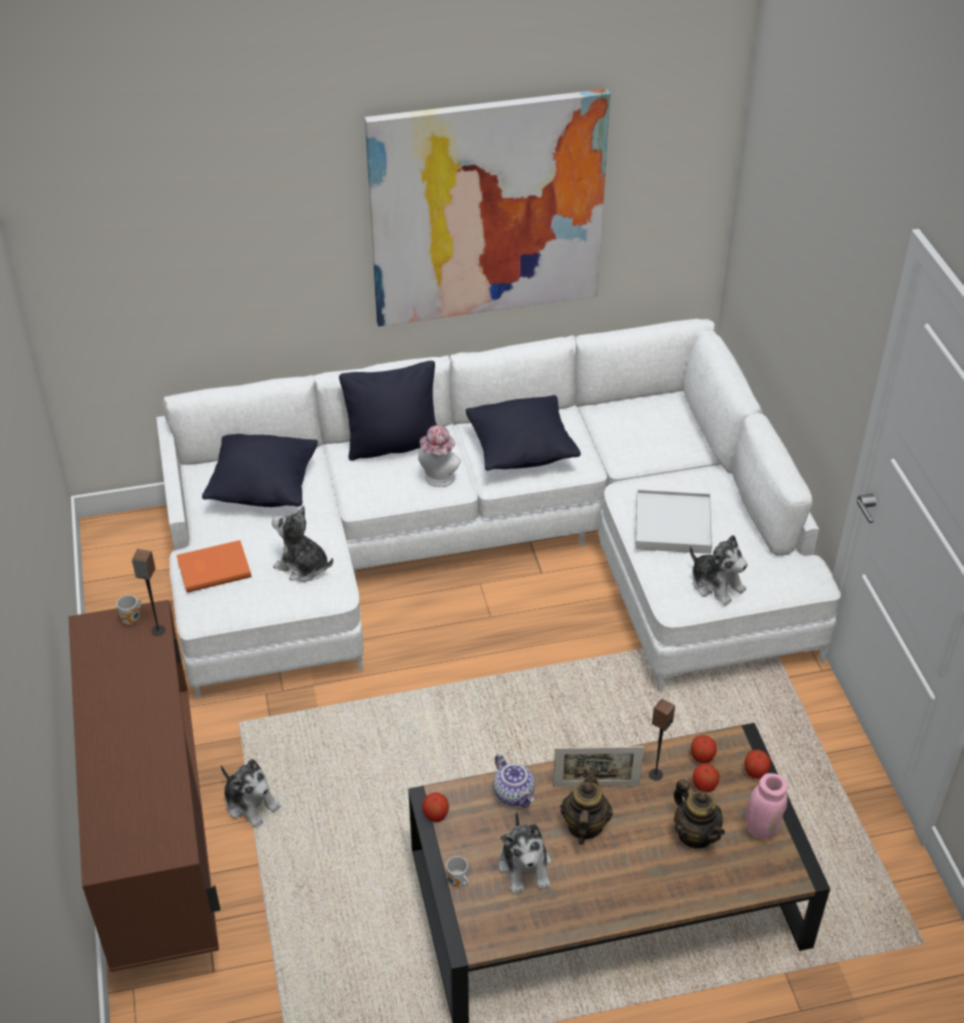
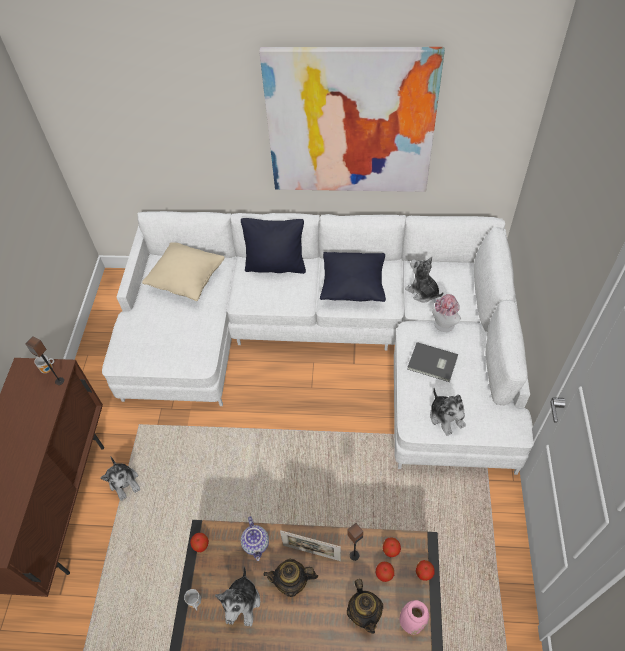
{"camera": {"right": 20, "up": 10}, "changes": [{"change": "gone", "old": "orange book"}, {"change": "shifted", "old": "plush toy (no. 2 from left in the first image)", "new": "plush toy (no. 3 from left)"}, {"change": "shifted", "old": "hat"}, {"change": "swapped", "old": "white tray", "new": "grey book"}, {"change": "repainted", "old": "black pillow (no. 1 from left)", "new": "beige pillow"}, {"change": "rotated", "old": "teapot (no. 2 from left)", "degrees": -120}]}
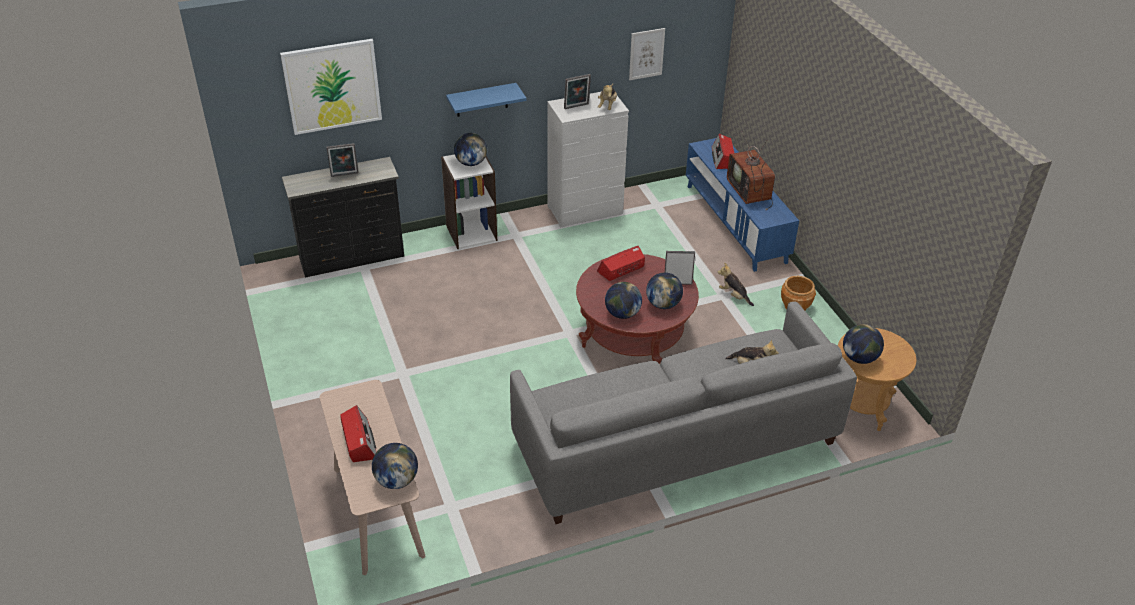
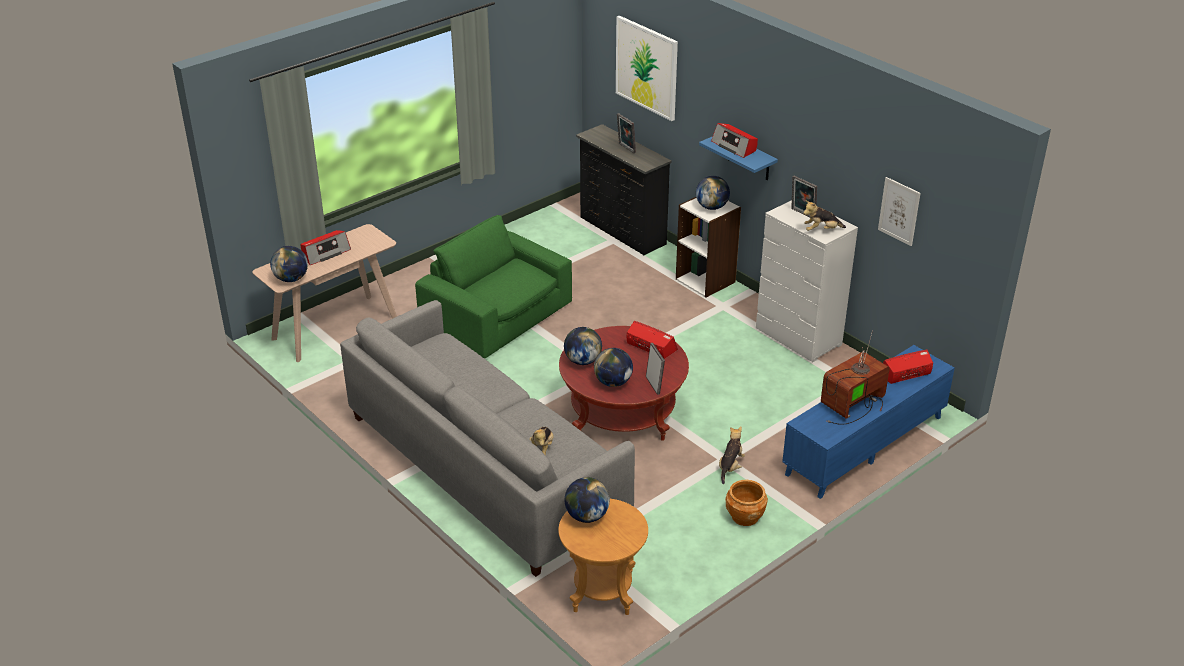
{"camera": {"right": 70, "up": -5}, "changes": [{"change": "new", "new": "green armchair"}, {"change": "new", "new": "radio (no. 3 from left)"}]}
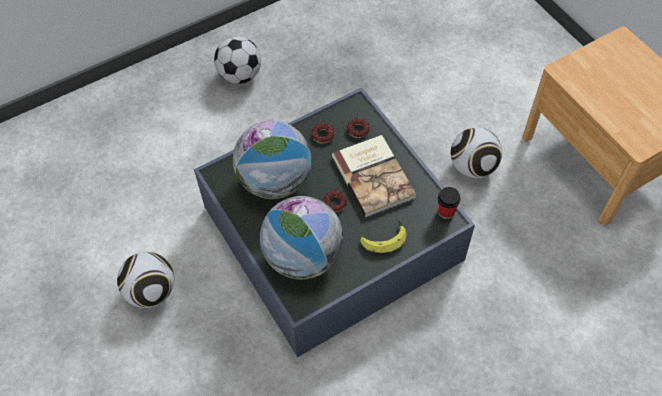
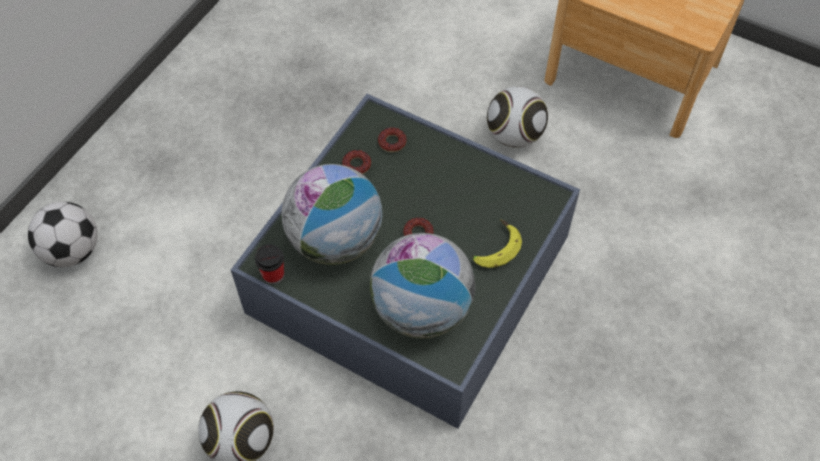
{"camera": {"right": -30, "up": 0}, "changes": [{"change": "gone", "old": "book"}, {"change": "shifted", "old": "football (no. 2 from left in the first image)", "new": "football (no. 1 from left)"}, {"change": "shifted", "old": "cup"}]}
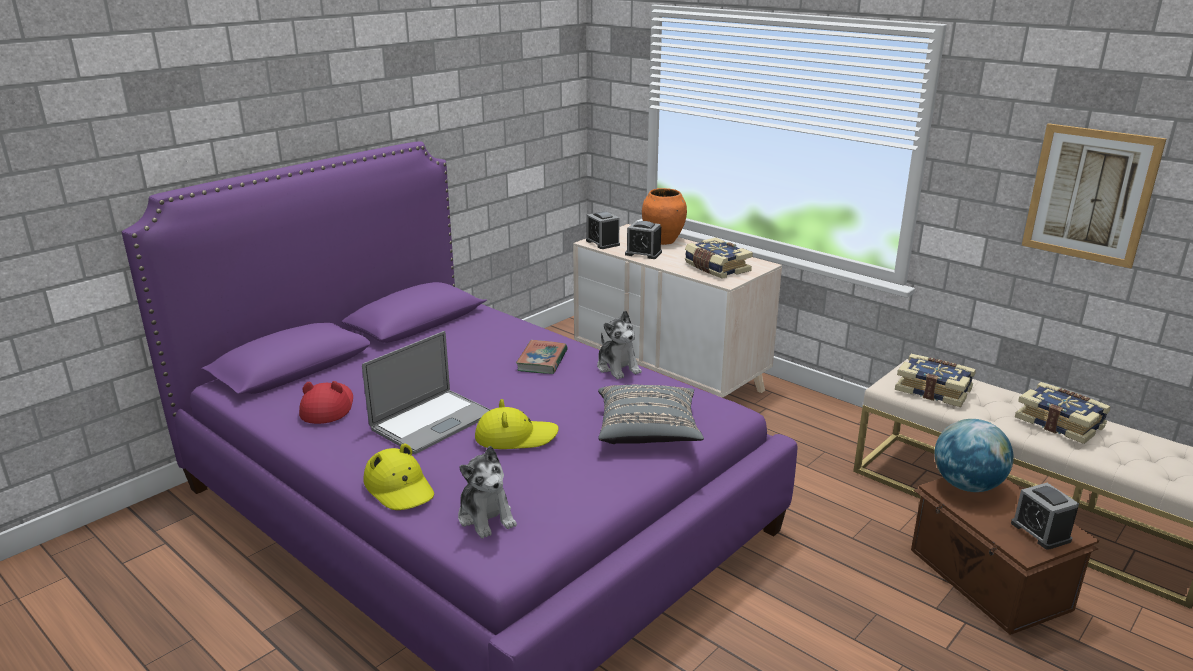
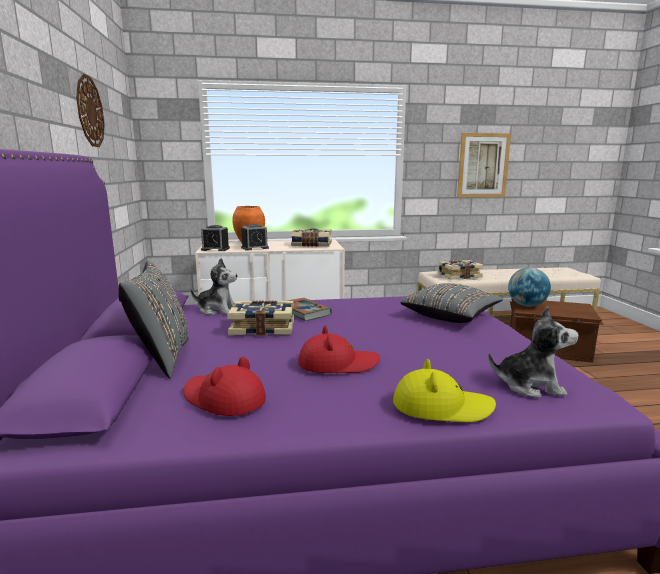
{"camera": {"right": -50, "up": -10}, "changes": [{"change": "gone", "old": "yellow hat (no. 2 from left)"}, {"change": "gone", "old": "alarm clock (no. 3 from left)"}, {"change": "new", "new": "wall clock"}, {"change": "new", "new": "grey pillow (no. 1 from left)"}, {"change": "shifted", "old": "plush toy (no. 2 from left in the first image)", "new": "plush toy (no. 1 from left)"}, {"change": "shifted", "old": "book (no. 4 from left in the first image)", "new": "book (no. 1 from left)"}, {"change": "swapped", "old": "laptop", "new": "red hat (no. 2 from left)"}]}
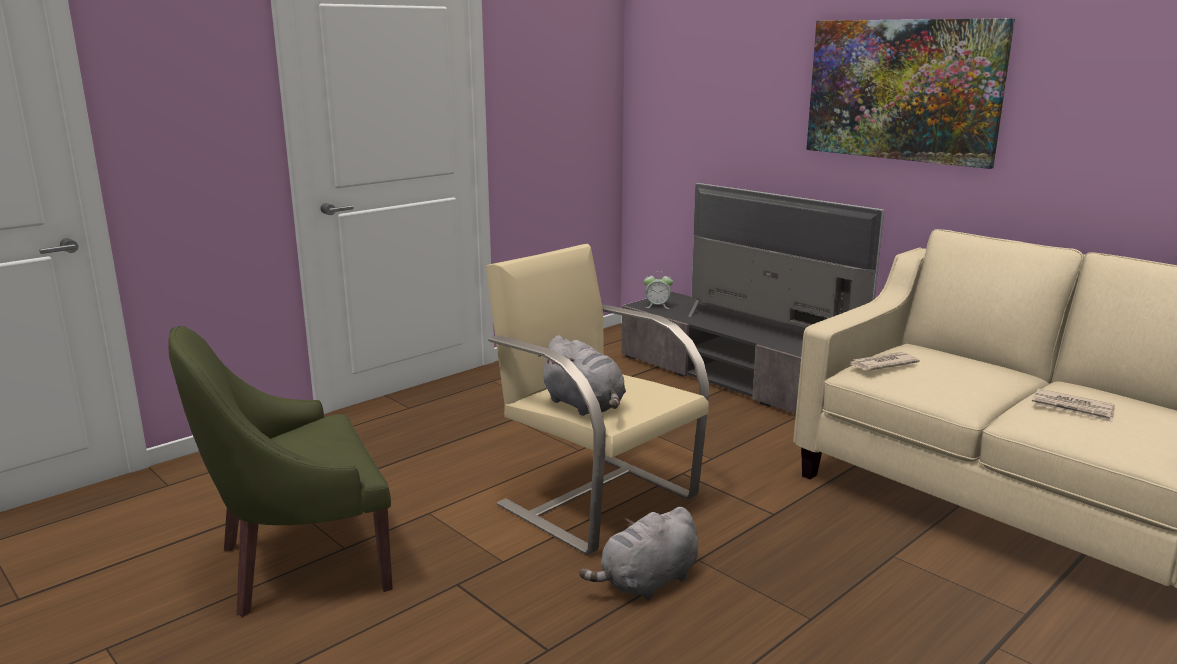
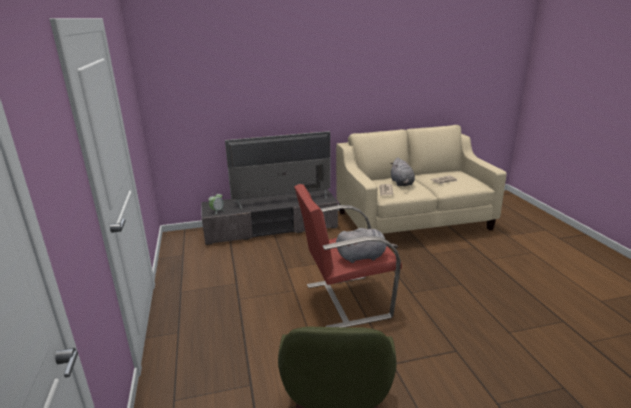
{"camera": {"right": -60, "up": 5}, "changes": [{"change": "gone", "old": "picture"}, {"change": "shifted", "old": "grey plush toy (no. 2 from left)"}, {"change": "repainted", "old": "beige armchair", "new": "red armchair"}]}
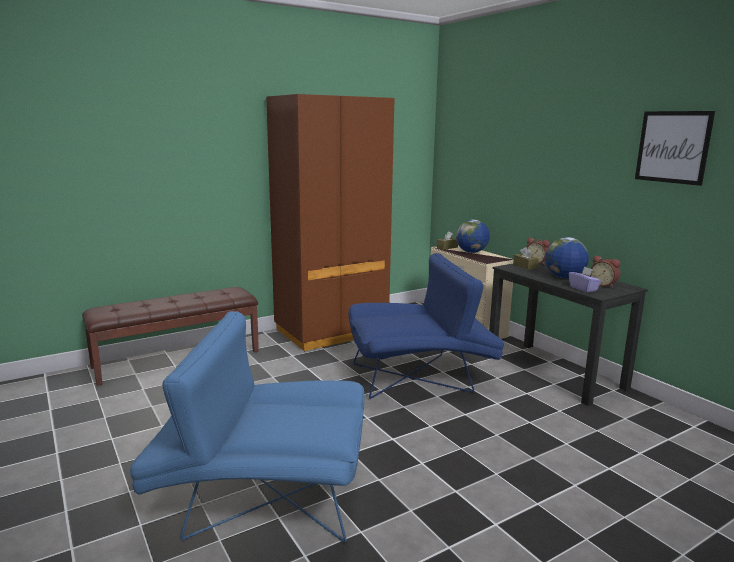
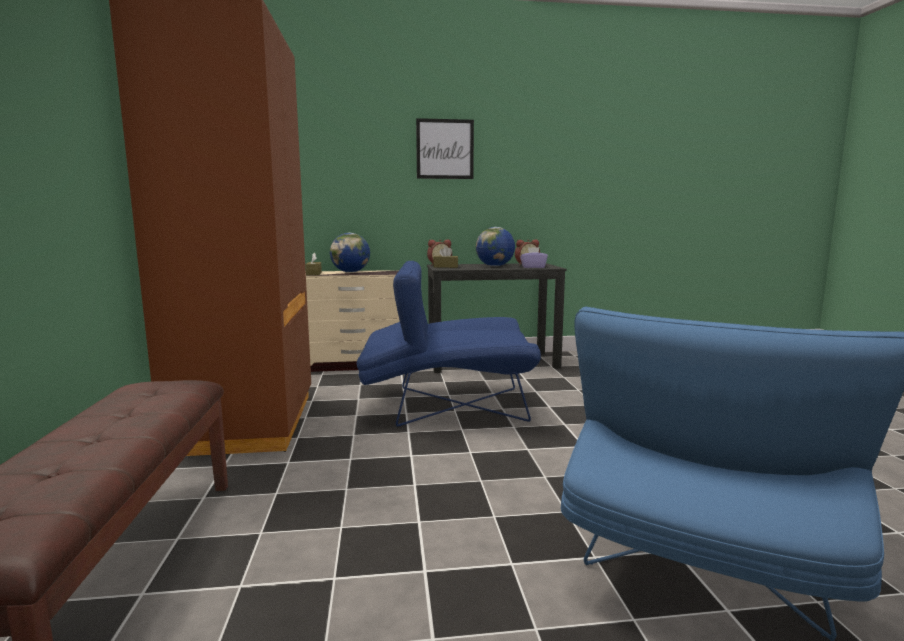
{"camera": {"right": -65, "up": -5}, "changes": [{"change": "shifted", "old": "picture"}, {"change": "rotated", "old": "blue armchair (no. 2 from left in the first image)", "degrees": -105}]}
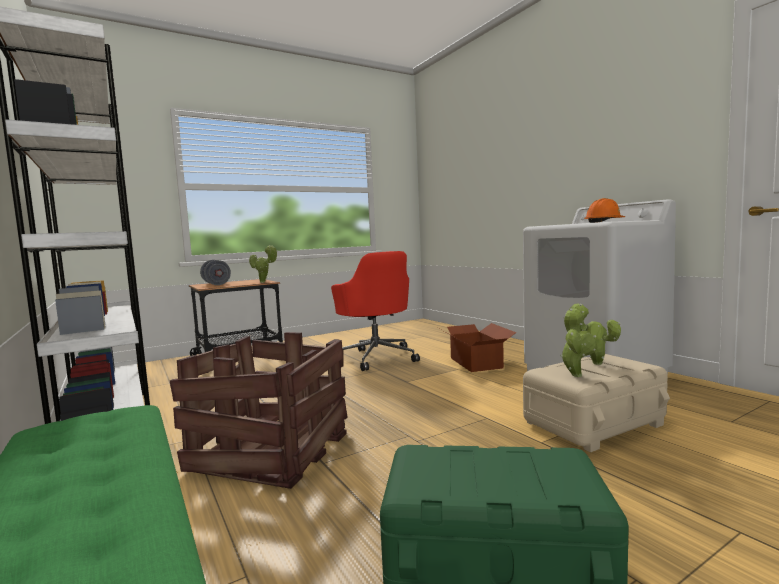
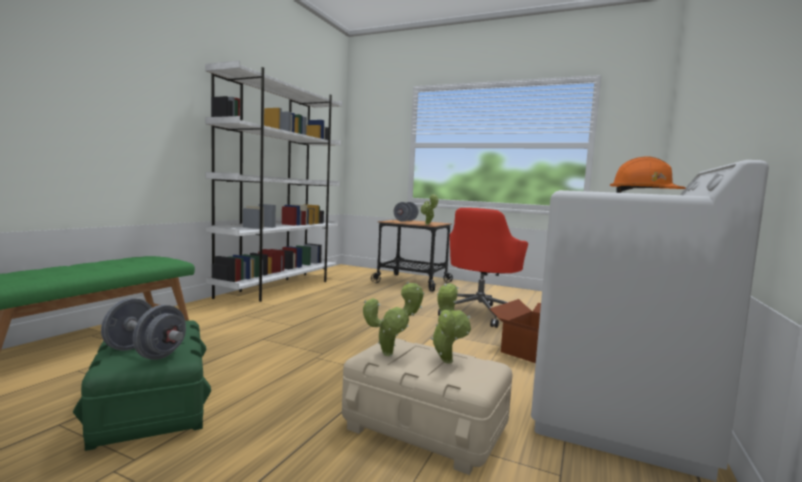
{"camera": {"right": 55, "up": 0}, "changes": [{"change": "gone", "old": "crate"}, {"change": "new", "new": "grey dumbbell (no. 1 from left)"}]}
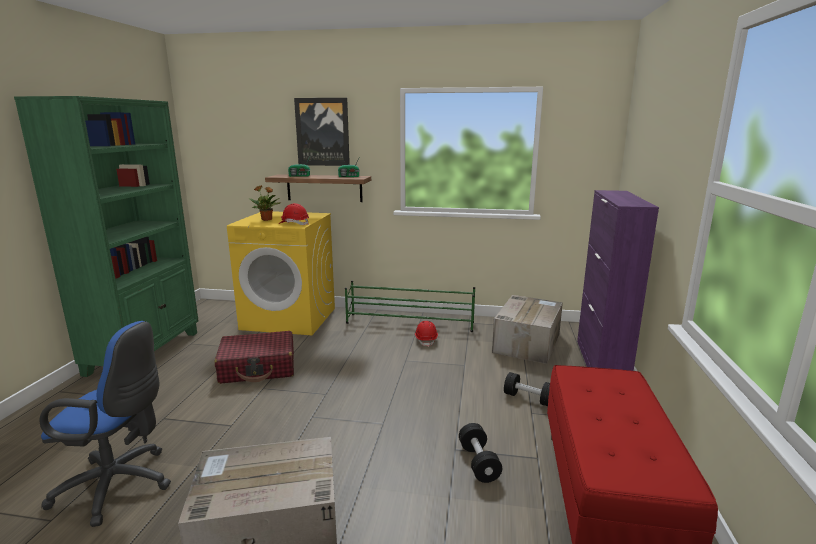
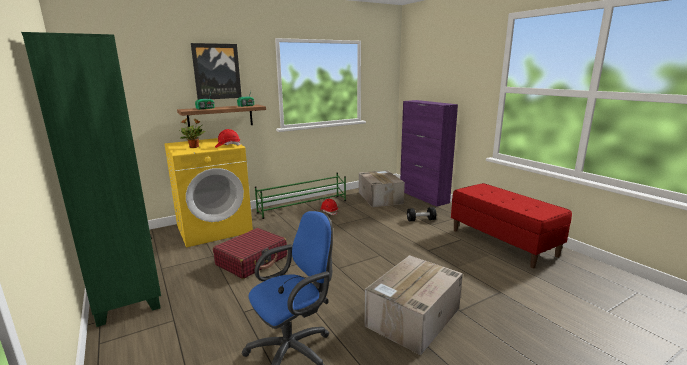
{"camera": {"right": -40, "up": 0}, "changes": [{"change": "gone", "old": "black dumbbell (no. 1 from left)"}]}
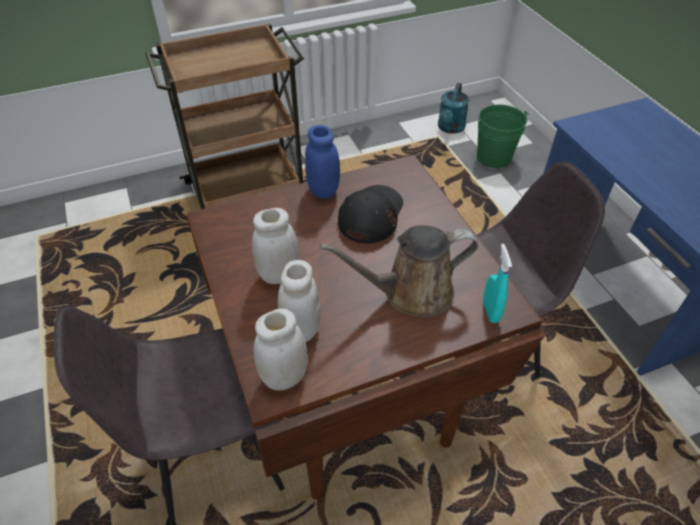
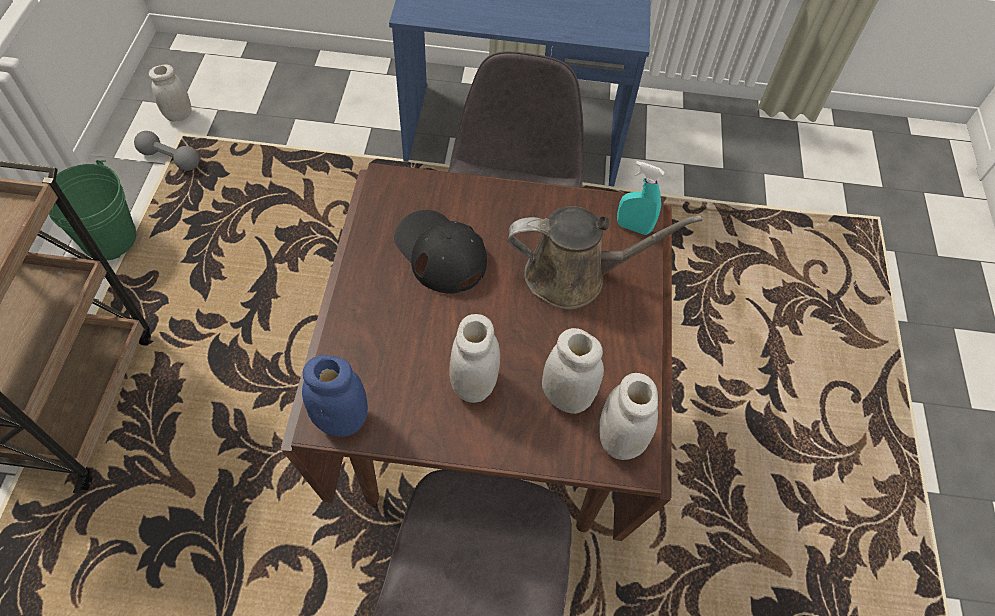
{"camera": {"right": -65, "up": 10}, "changes": [{"change": "new", "new": "grey dumbbell"}, {"change": "shifted", "old": "blue jar"}, {"change": "shifted", "old": "green bucket"}, {"change": "swapped", "old": "turquoise watering can", "new": "white jar (no. 1 from left)"}, {"change": "rotated", "old": "brown watering can", "degrees": -105}]}
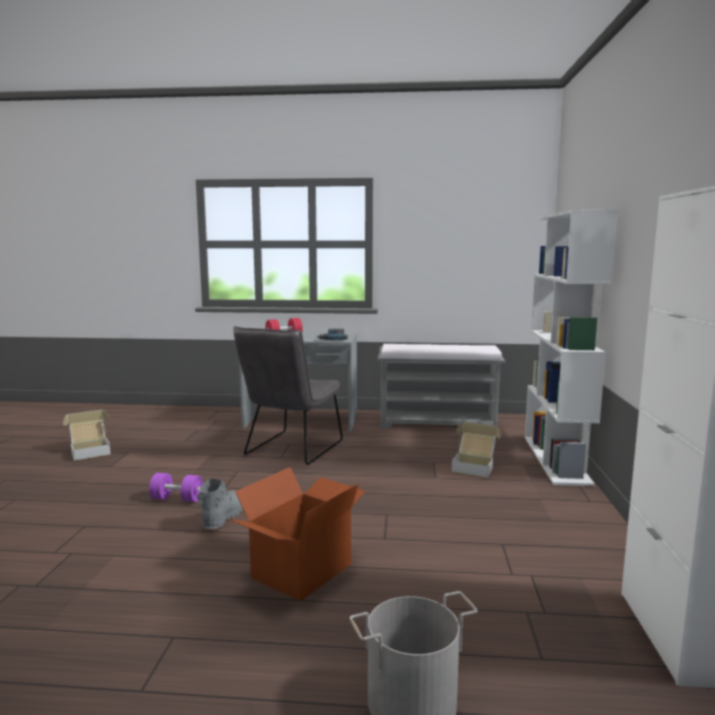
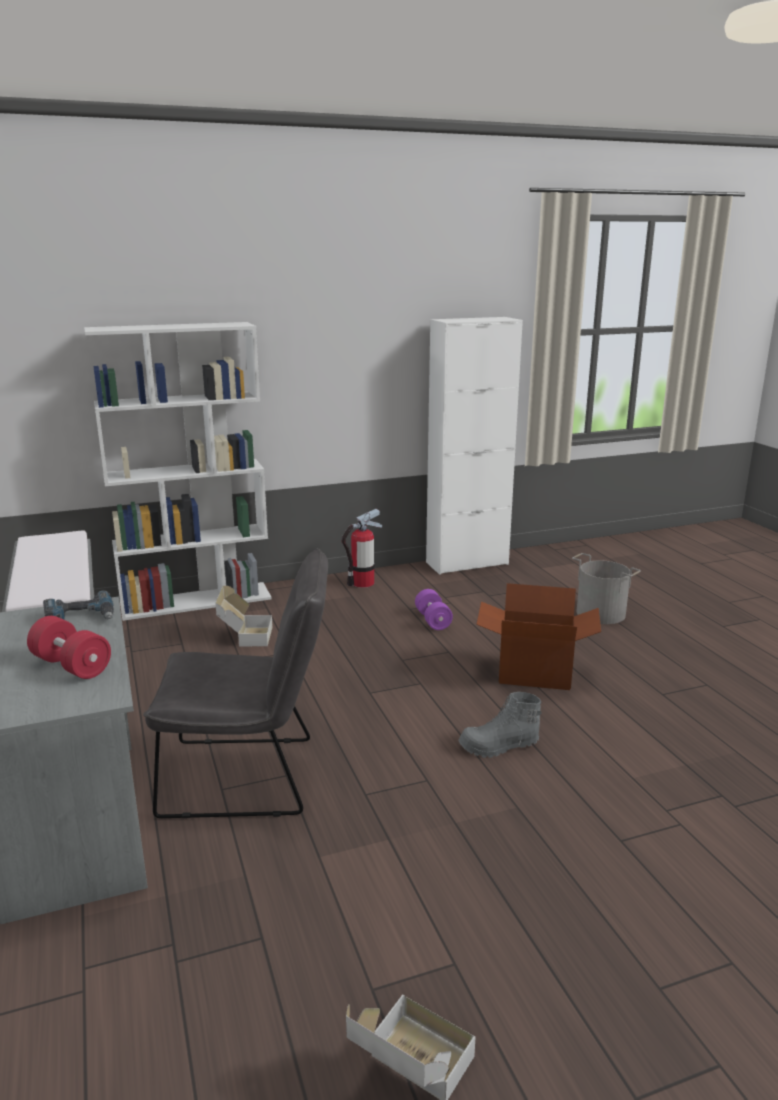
{"camera": {"right": -115, "up": 10}, "changes": [{"change": "new", "new": "fire extinguisher"}, {"change": "shifted", "old": "purple dumbbell"}]}
